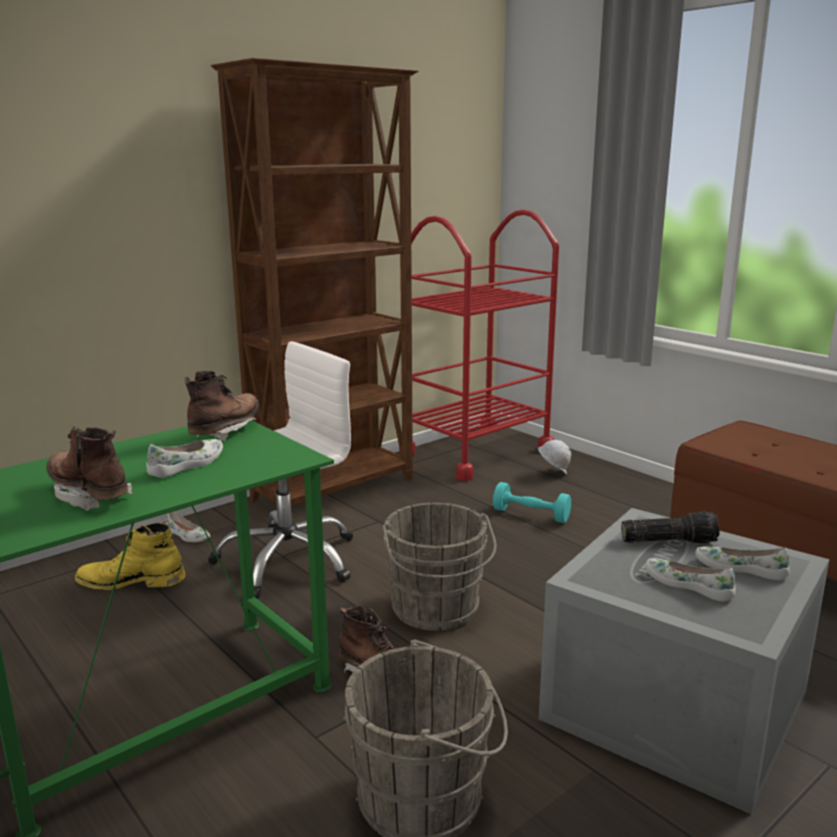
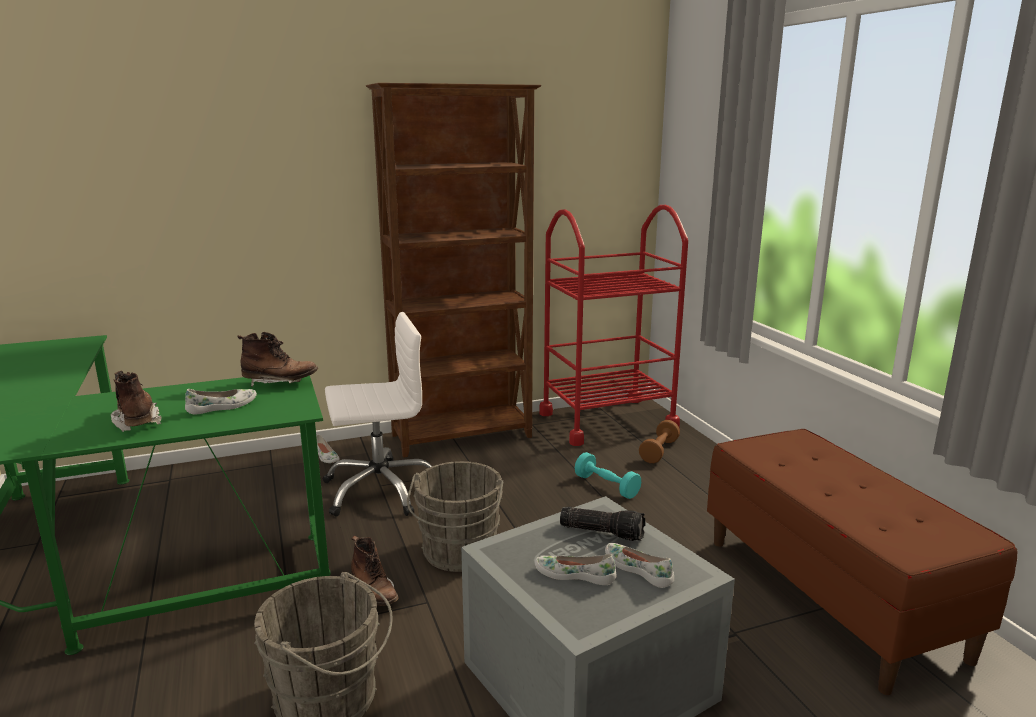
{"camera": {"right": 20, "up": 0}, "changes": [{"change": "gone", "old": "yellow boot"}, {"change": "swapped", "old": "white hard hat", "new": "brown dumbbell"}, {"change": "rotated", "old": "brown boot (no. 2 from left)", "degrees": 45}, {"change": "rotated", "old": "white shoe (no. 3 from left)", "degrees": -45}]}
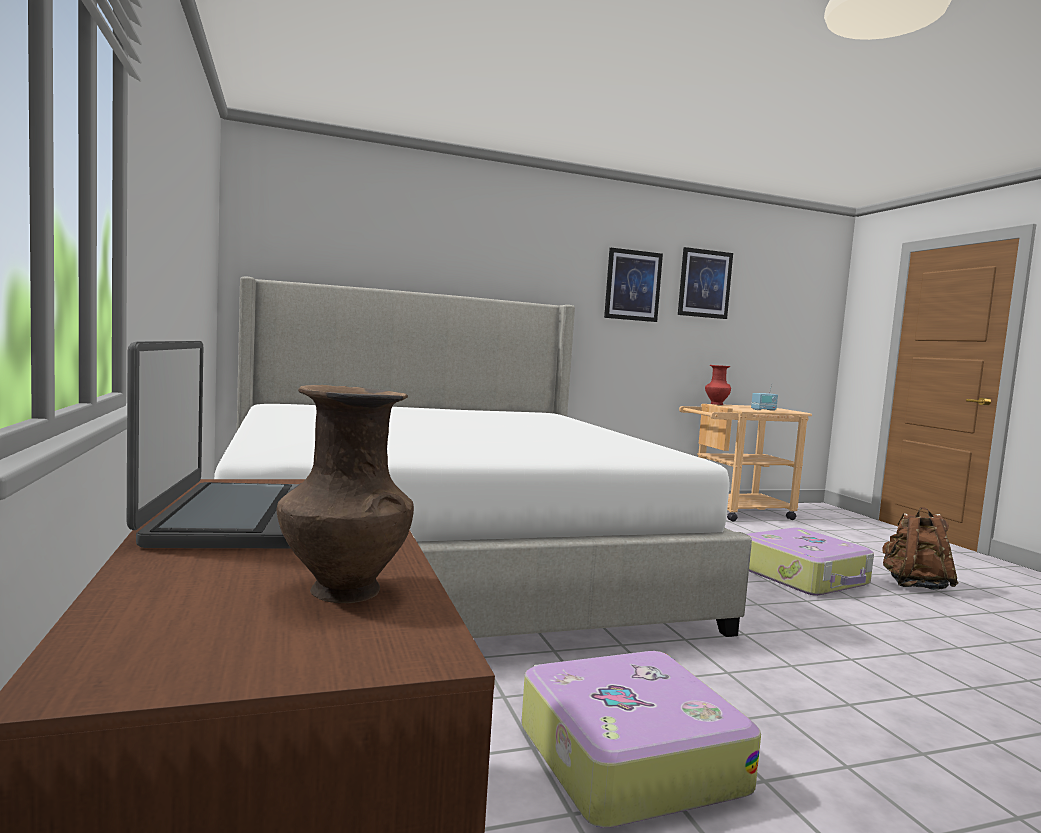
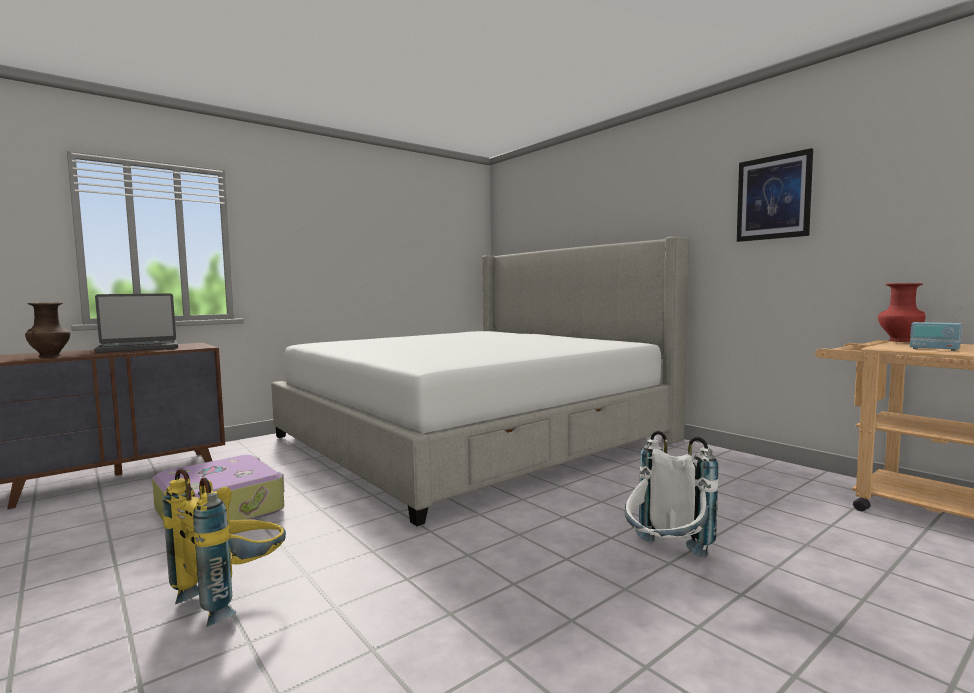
{"camera": {"right": 70, "up": 0}, "changes": [{"change": "gone", "old": "picture (no. 2 from left)"}, {"change": "gone", "old": "brown backpack"}, {"change": "new", "new": "yellow backpack"}, {"change": "swapped", "old": "suitcase (no. 2 from left)", "new": "white backpack"}]}
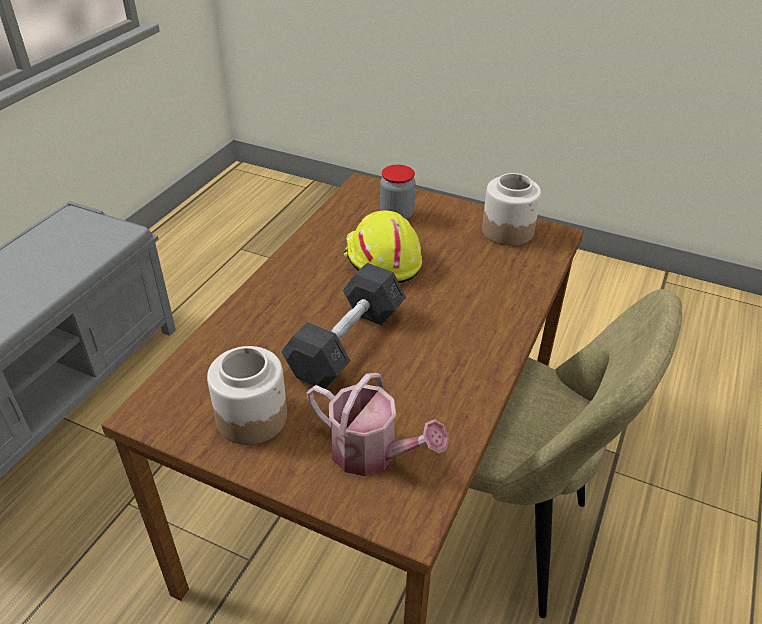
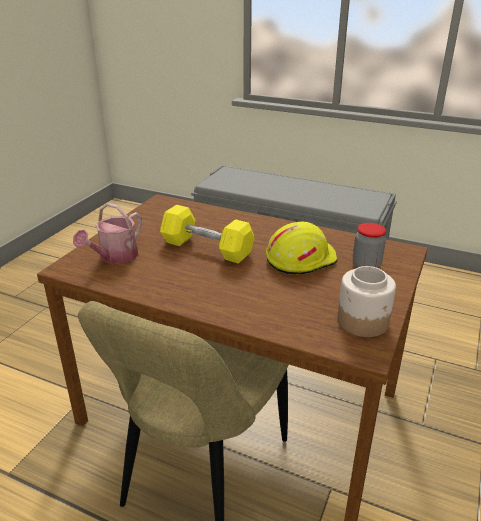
{"camera": {"right": 90, "up": -10}, "changes": [{"change": "gone", "old": "jar (no. 1 from left)"}, {"change": "repainted", "old": "grey dumbbell", "new": "yellow dumbbell"}]}
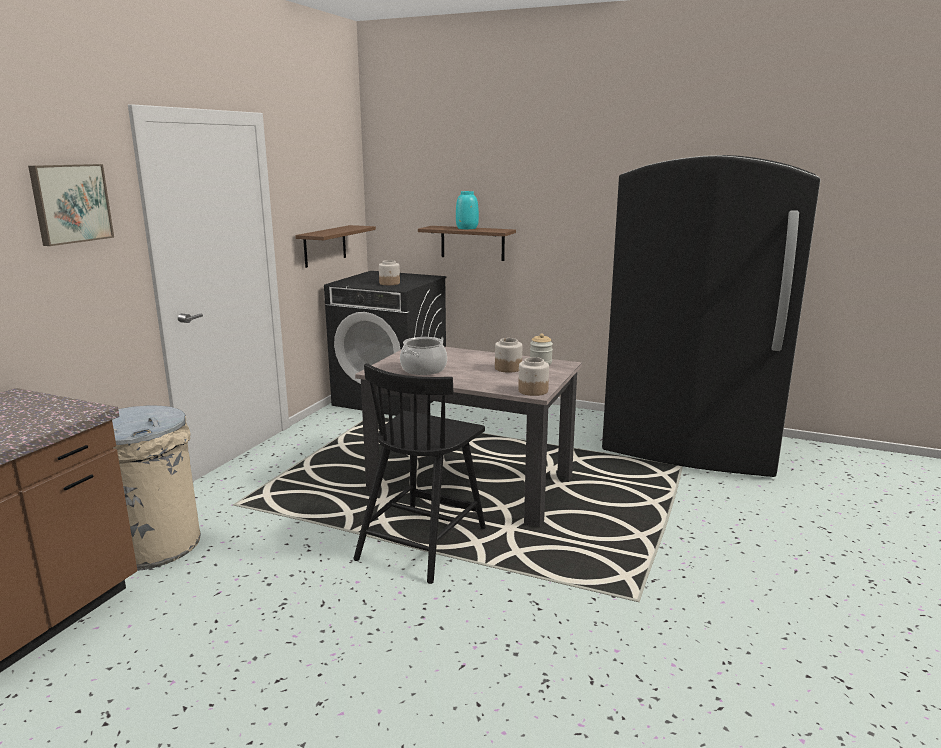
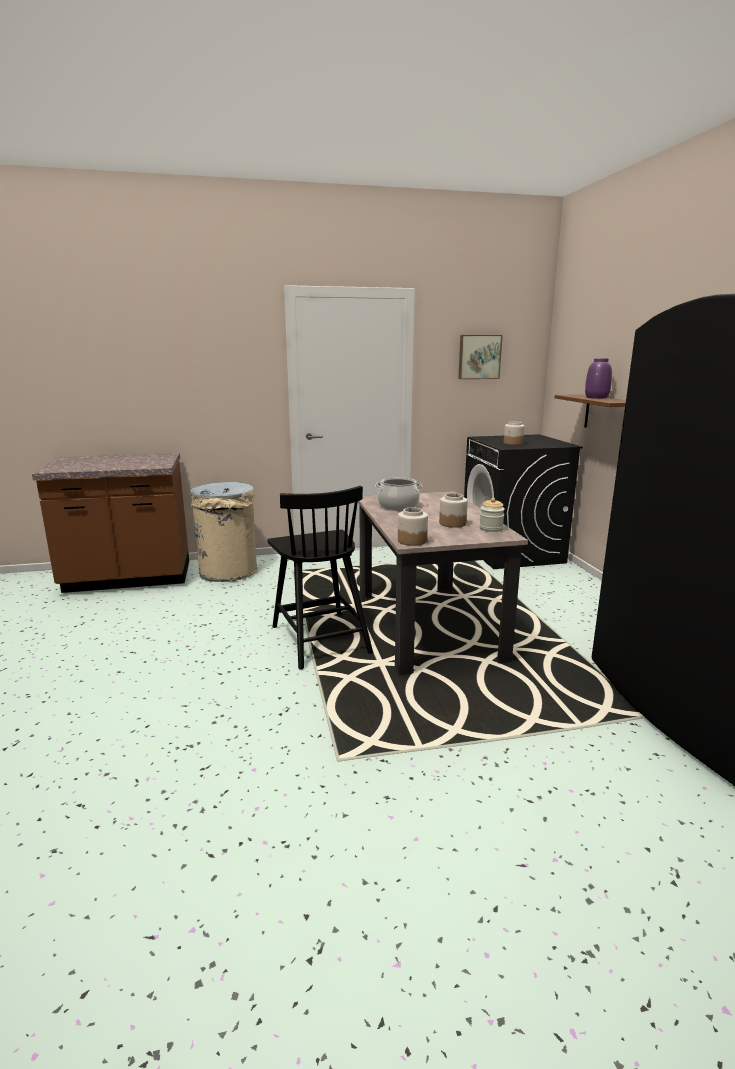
{"camera": {"right": 55, "up": 0}, "changes": [{"change": "gone", "old": "brown shelf (no. 1 from left)"}, {"change": "shifted", "old": "picture"}, {"change": "repainted", "old": "turquoise vase", "new": "purple vase"}, {"change": "rotated", "old": "black chair", "degrees": -105}]}
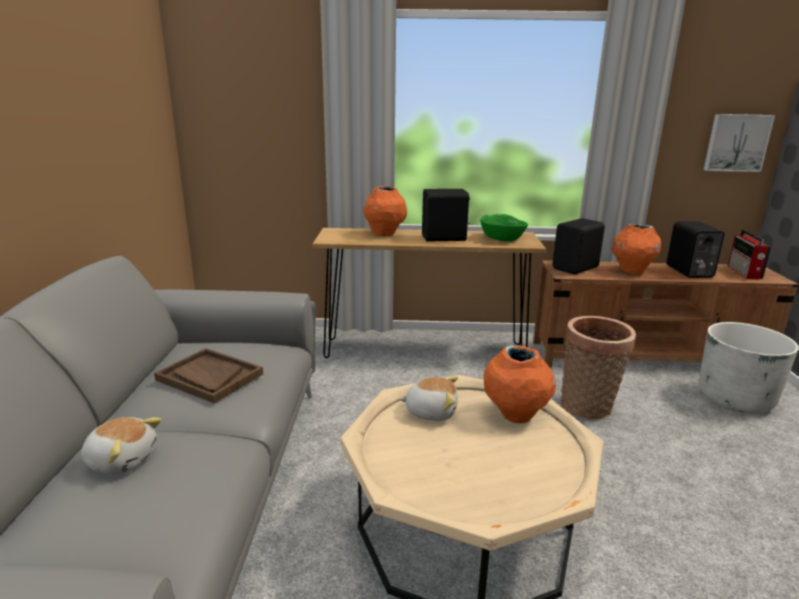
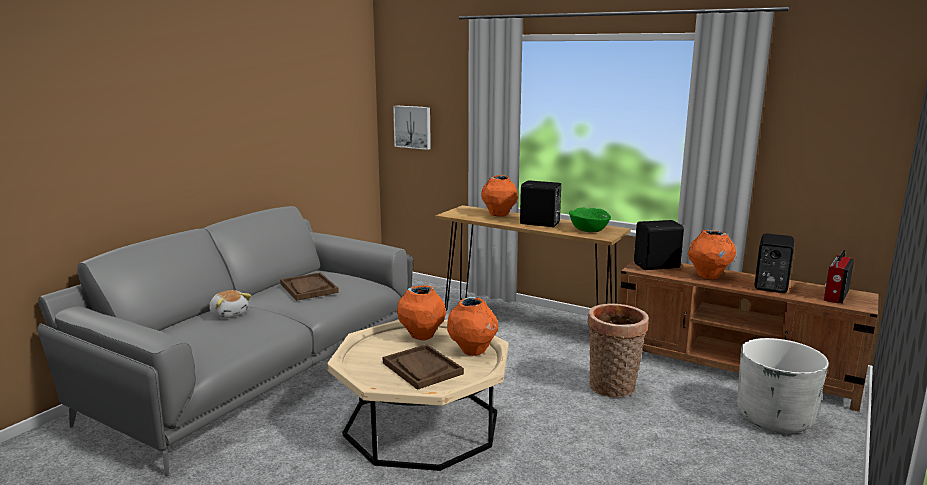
{"camera": {"right": 30, "up": -5}, "changes": [{"change": "new", "new": "brown tray (no. 2 from left)"}, {"change": "shifted", "old": "picture"}, {"change": "swapped", "old": "plush toy (no. 2 from left)", "new": "orange vase (no. 1 from left)"}]}
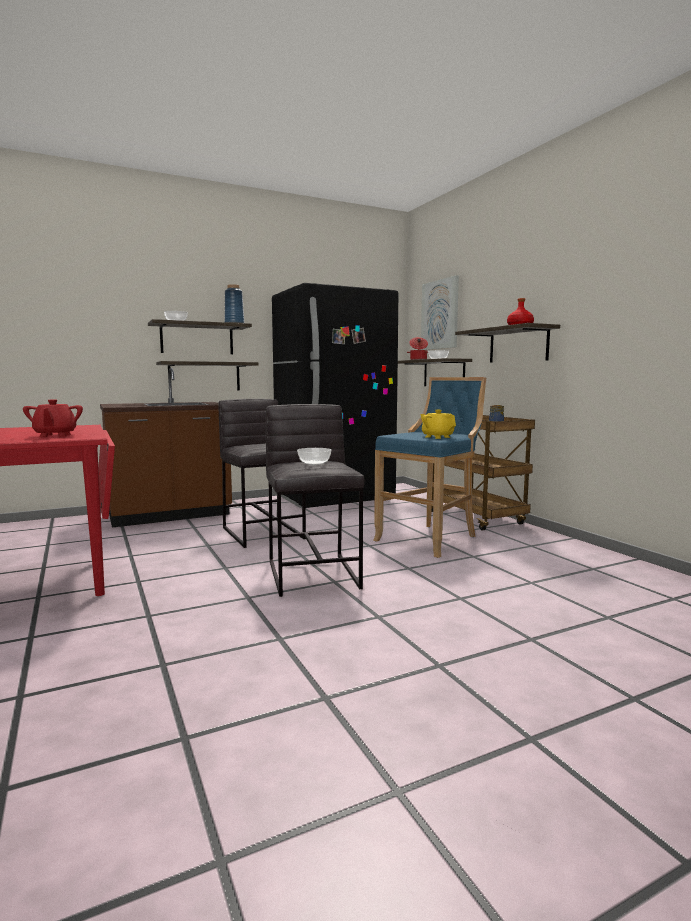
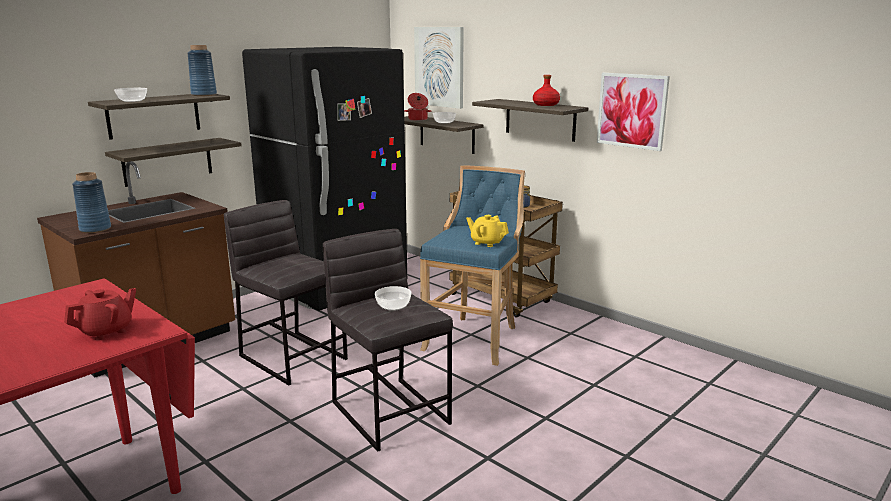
{"camera": {"right": -20, "up": 10}, "changes": [{"change": "new", "new": "blue vase (no. 1 from left)"}, {"change": "new", "new": "picture (no. 2 from left)"}, {"change": "rotated", "old": "red teapot", "degrees": -105}]}
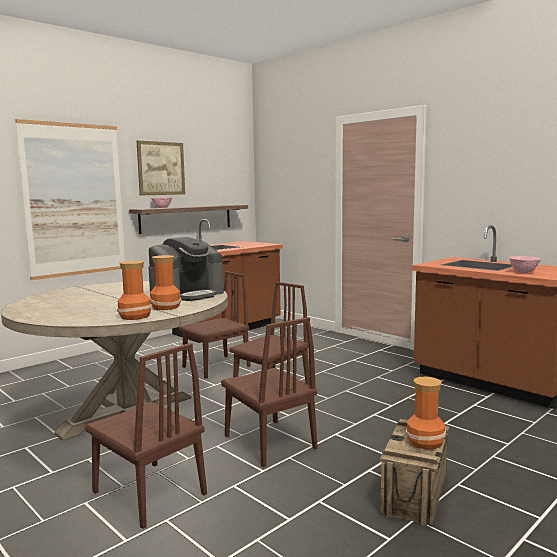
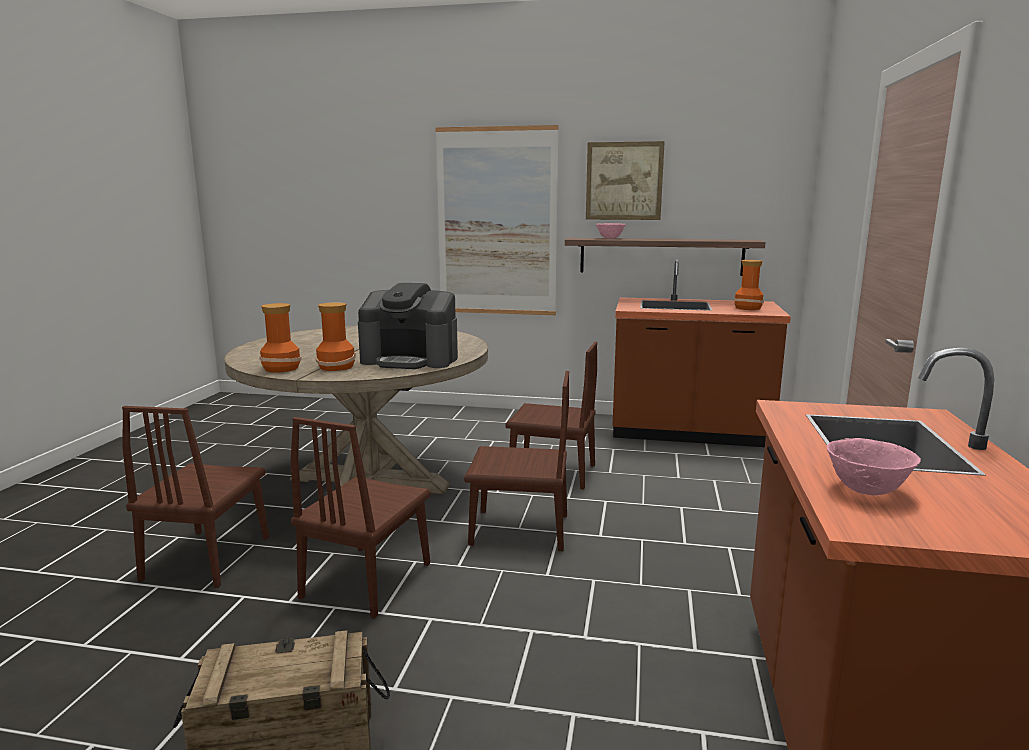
{"camera": {"right": 55, "up": 5}, "changes": [{"change": "shifted", "old": "vase (no. 3 from left)"}]}
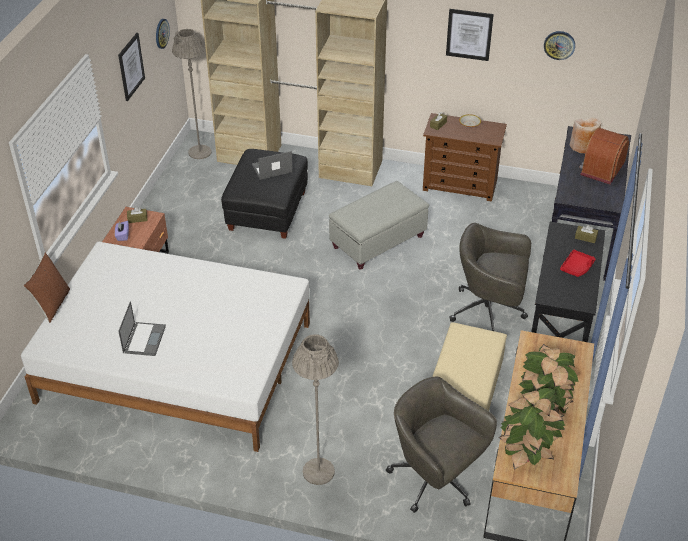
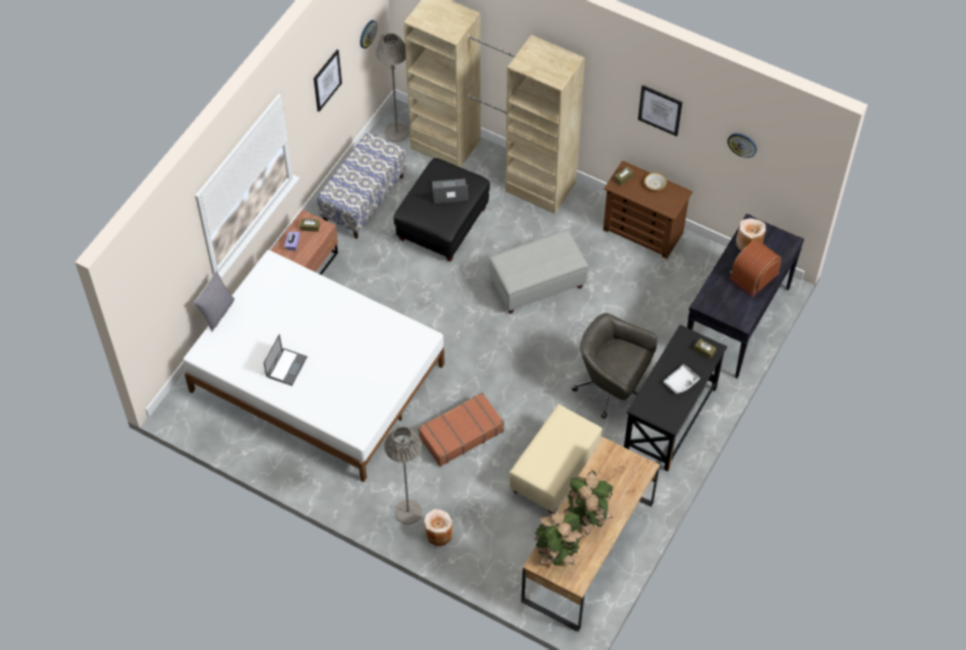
{"camera": {"right": 15, "up": 15}, "changes": [{"change": "gone", "old": "grey office chair (no. 1 from left)"}, {"change": "new", "new": "bench"}, {"change": "new", "new": "brown suitcase"}, {"change": "new", "new": "beige vase (no. 1 from left)"}, {"change": "repainted", "old": "brown pillow", "new": "grey pillow"}, {"change": "repainted", "old": "red tray", "new": "grey tray"}]}
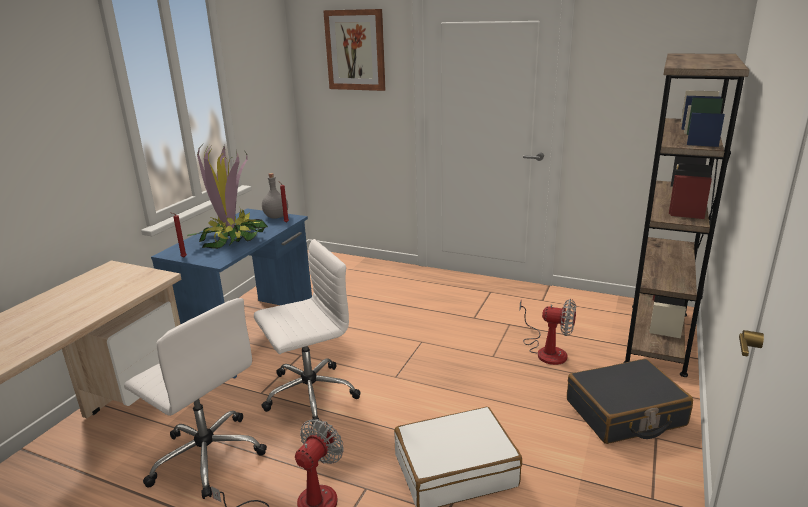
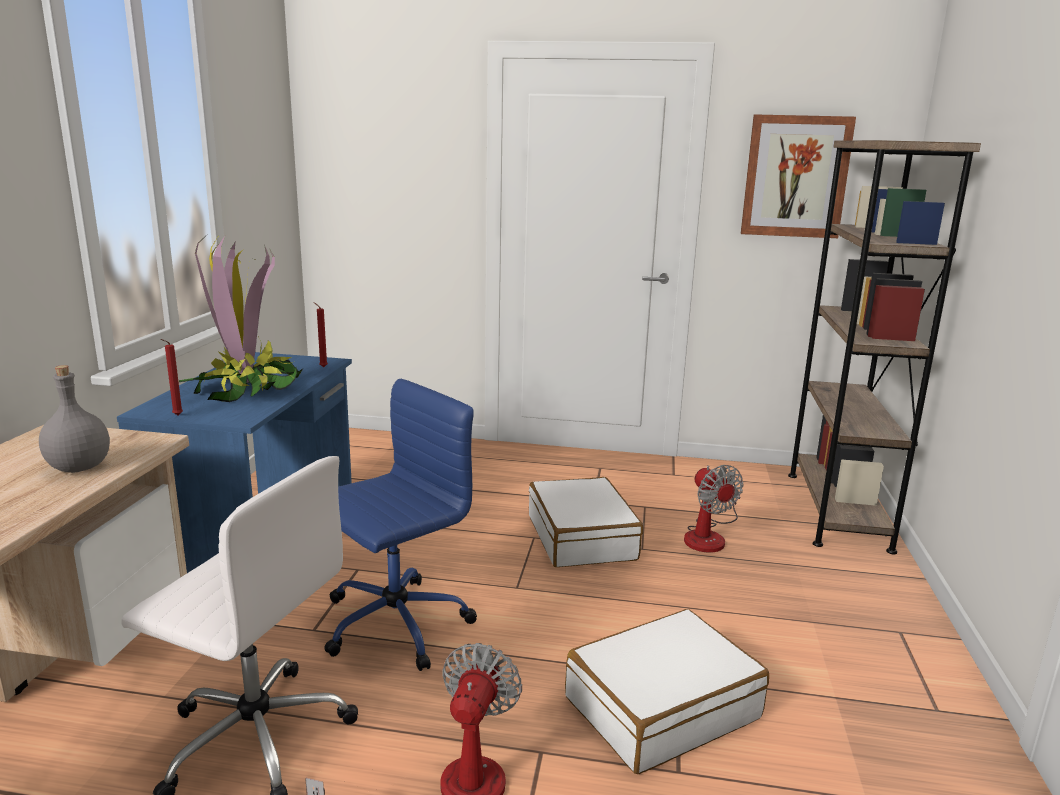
{"camera": {"right": -15, "up": -5}, "changes": [{"change": "gone", "old": "black suitcase"}, {"change": "new", "new": "white suitcase (no. 1 from left)"}, {"change": "shifted", "old": "grey bottle"}, {"change": "shifted", "old": "picture"}, {"change": "repainted", "old": "white office chair (no. 2 from left)", "new": "blue office chair"}, {"change": "rotated", "old": "fan (no. 2 from left)", "degrees": 60}]}
